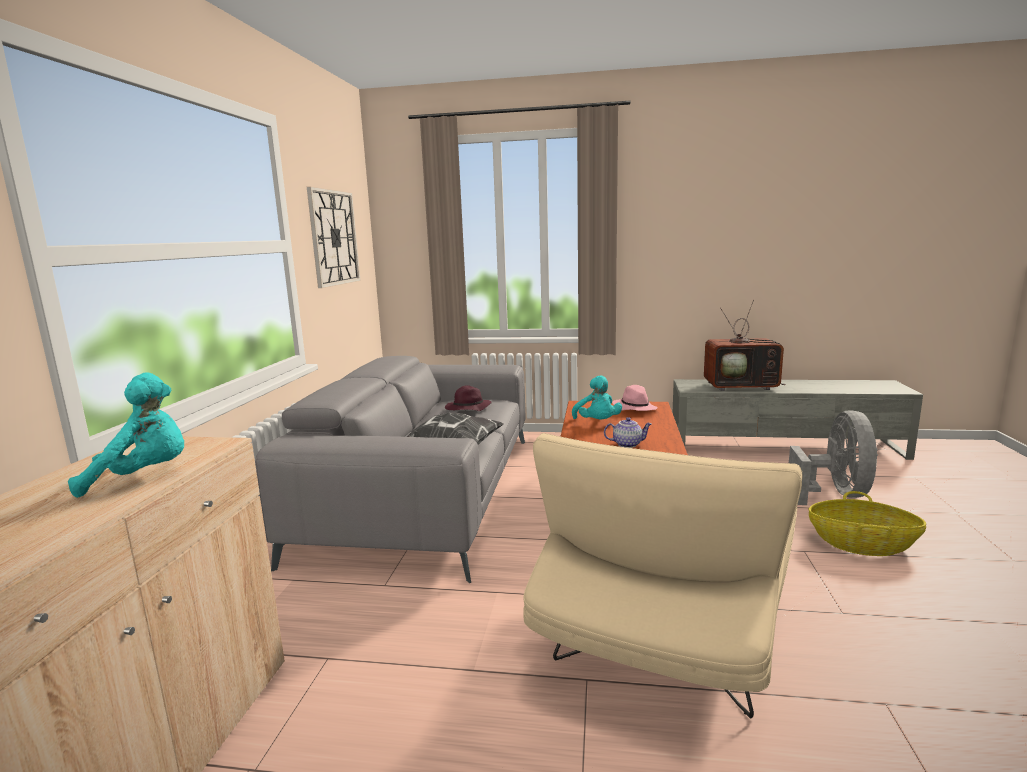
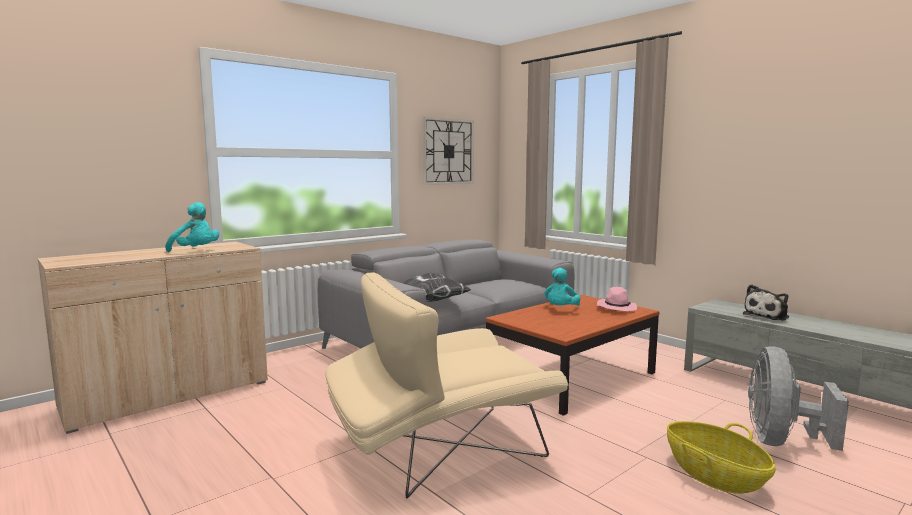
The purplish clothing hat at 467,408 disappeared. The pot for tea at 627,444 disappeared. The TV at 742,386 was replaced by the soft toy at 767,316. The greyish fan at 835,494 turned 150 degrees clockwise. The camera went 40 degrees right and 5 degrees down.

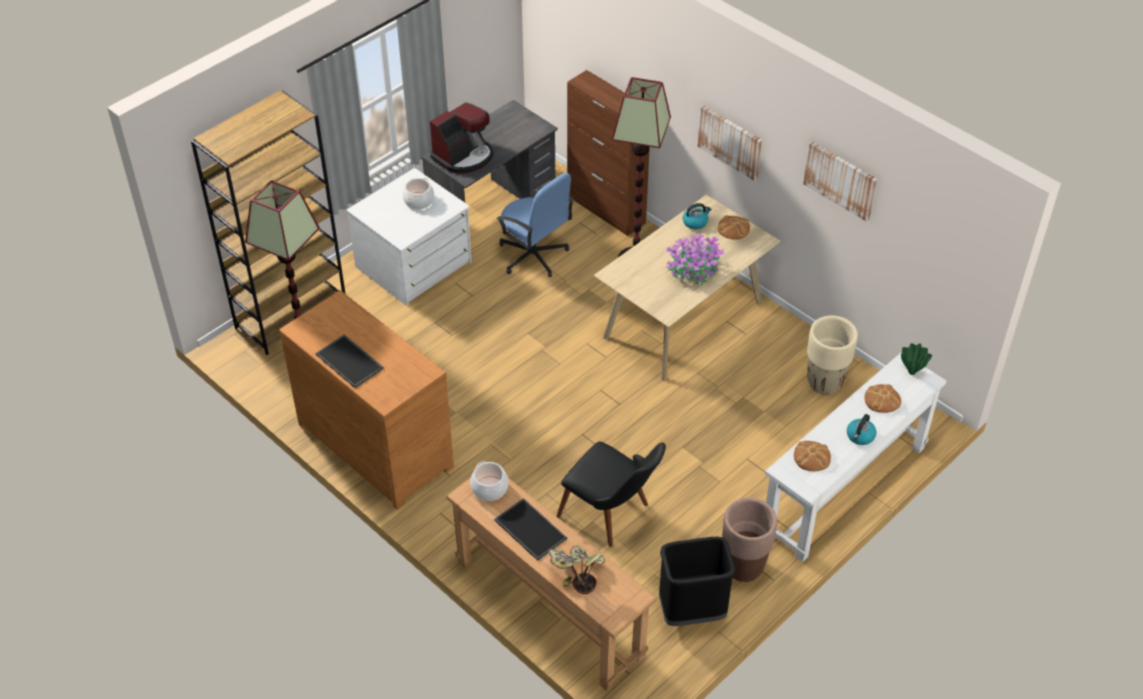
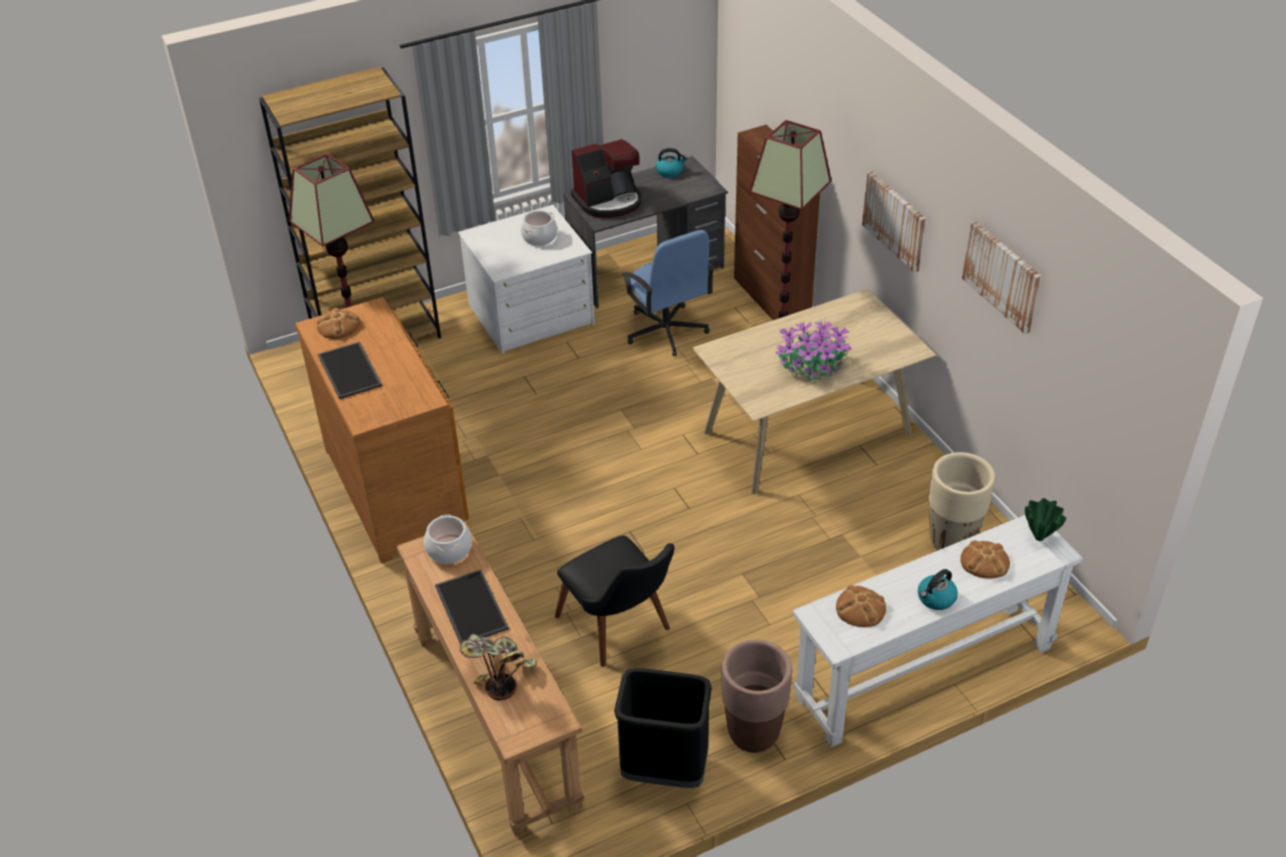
The kettle moved from 695,222 to 670,171. The baked bread moved from 733,228 to 338,326. The camera went 20 degrees right and 5 degrees down.

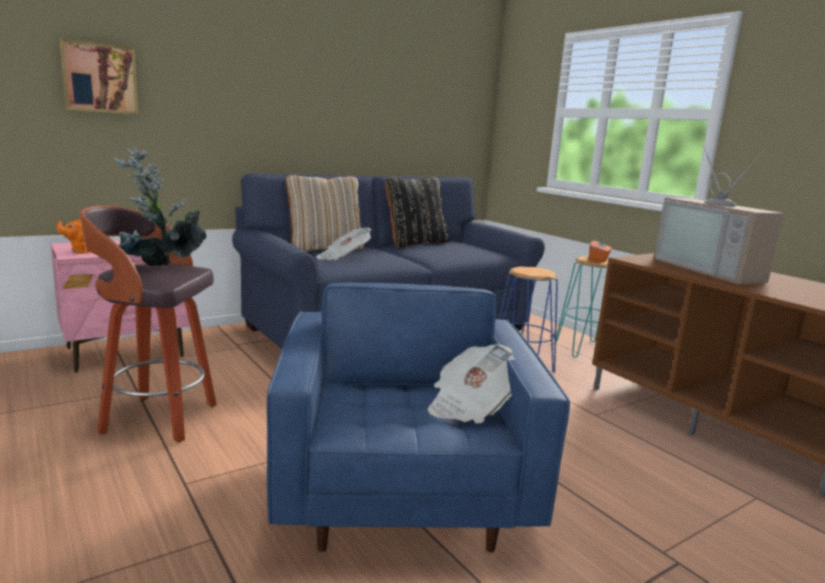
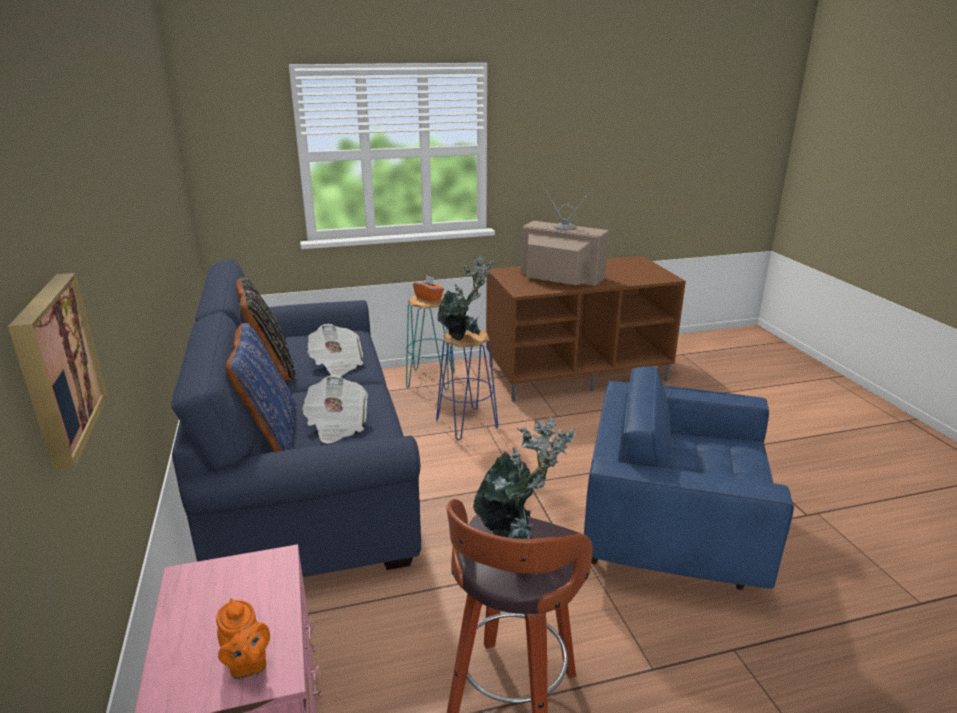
The sand-coloured cushion at 325,248 became the blue cushion at 270,431. The newspaper moved from 471,406 to 337,364. The TV at 713,270 turned 150 degrees counterclockwise. The plant in a pot at 464,337 appeared. The camera went 70 degrees left and 10 degrees up.

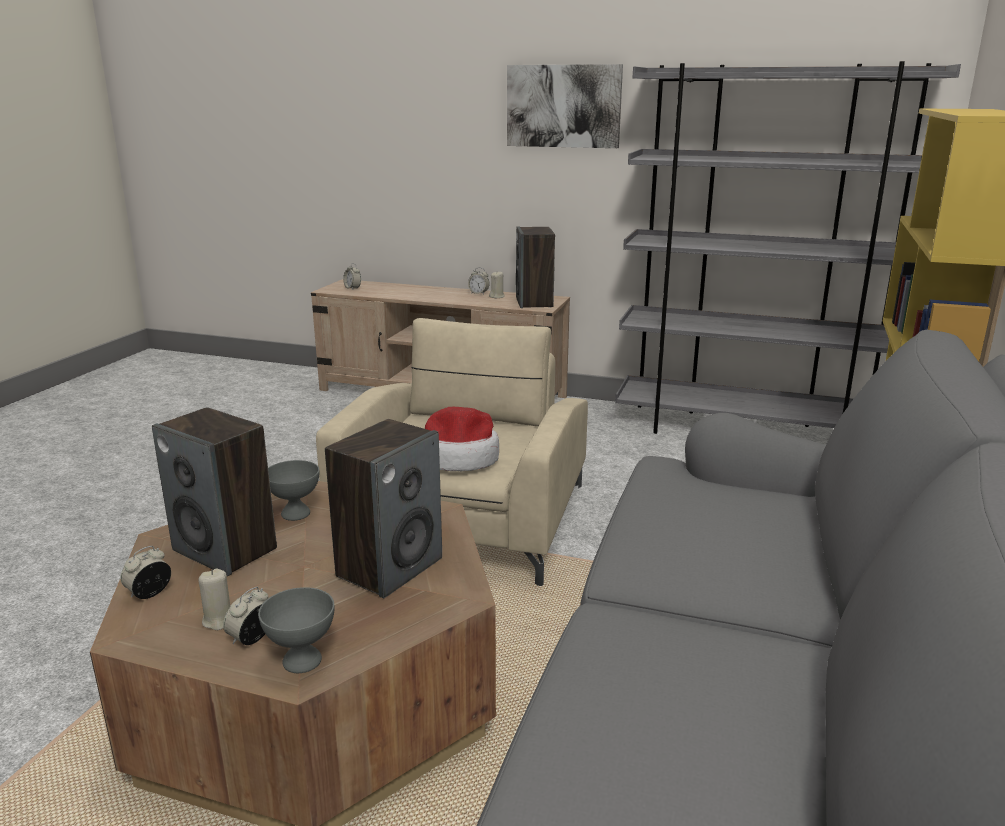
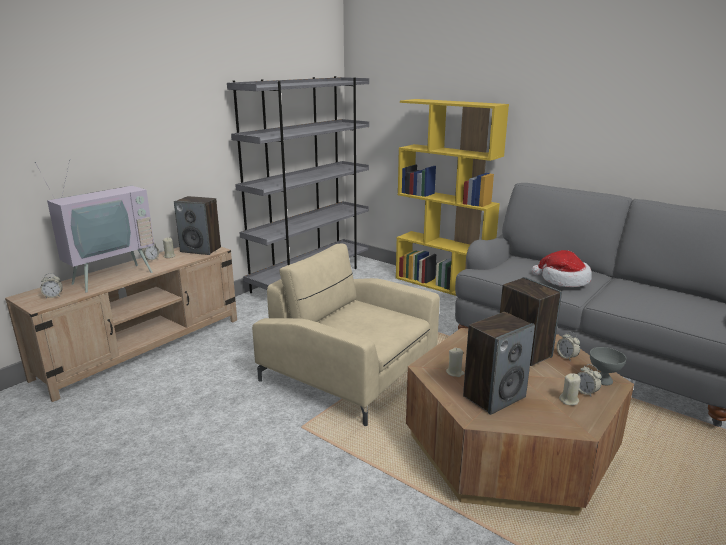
The table clock moved from 149,594 to 566,357. The greyish bowl at 295,513 was replaced by the sand-coloured wax candle at 455,373. The clothing hat moved from 459,458 to 563,280. The wall picture at 563,106 disappeared. The TV at 110,276 appeared. The camera went 70 degrees left and 0 degrees up.

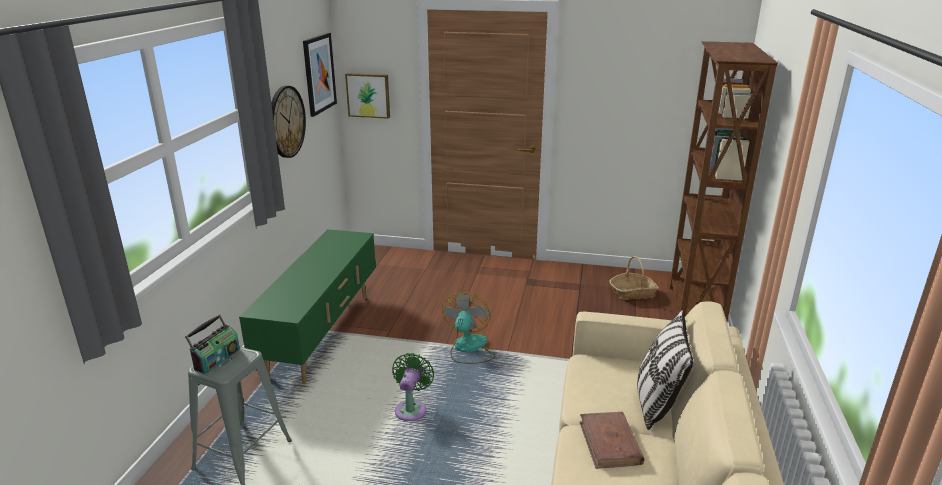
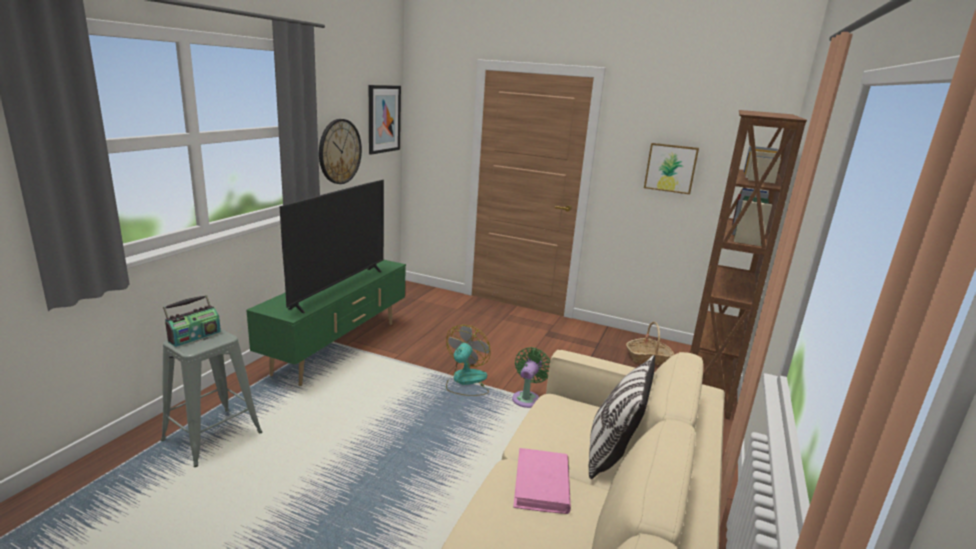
The wall picture moved from 368,95 to 671,168. The green fan moved from 411,408 to 527,398. The brown volume at 610,443 became the pinkish volume at 542,484. The TV at 339,288 appeared. The camera went 10 degrees right and 5 degrees down.

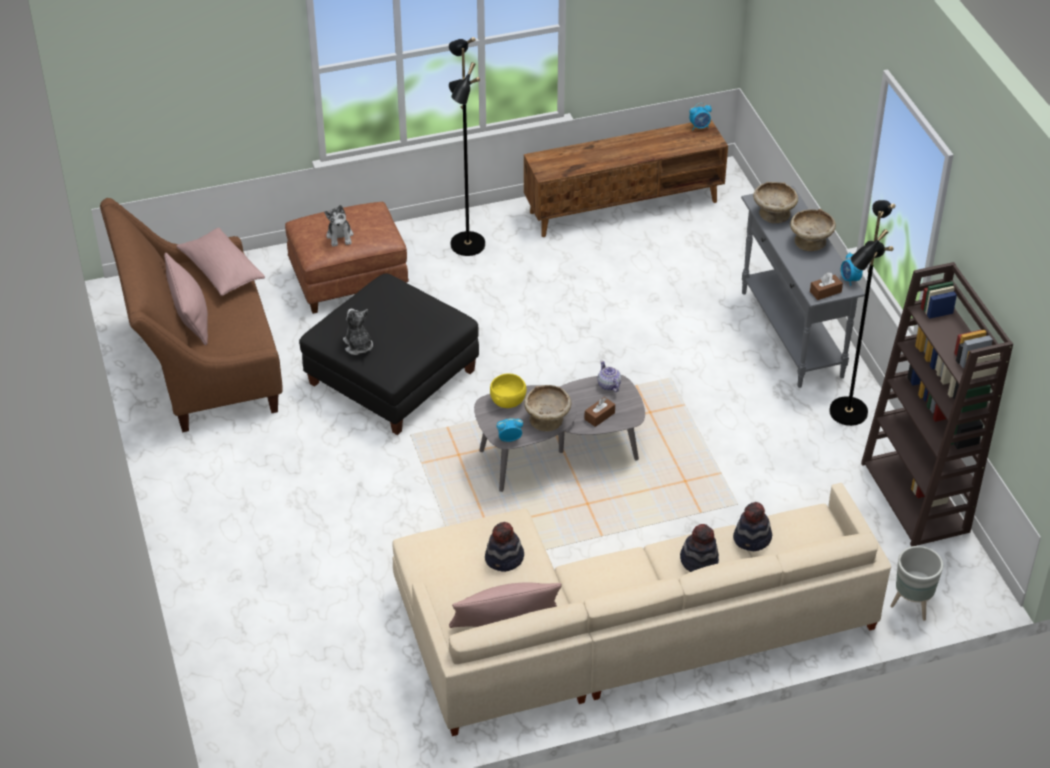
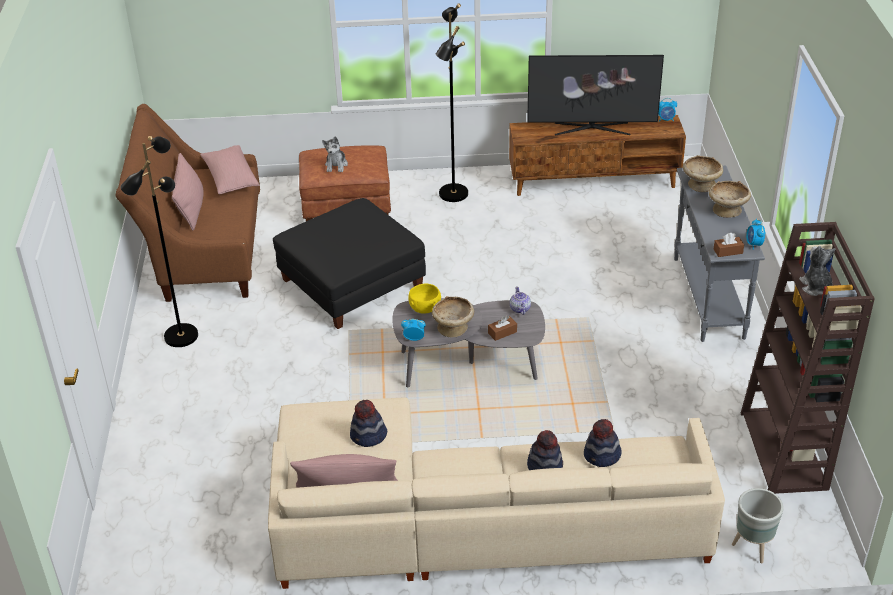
The soft toy moved from 358,346 to 816,287. The black standard lamp moved from 847,411 to 180,335. The TV at 591,128 appeared. The camera went 15 degrees right and 5 degrees down.

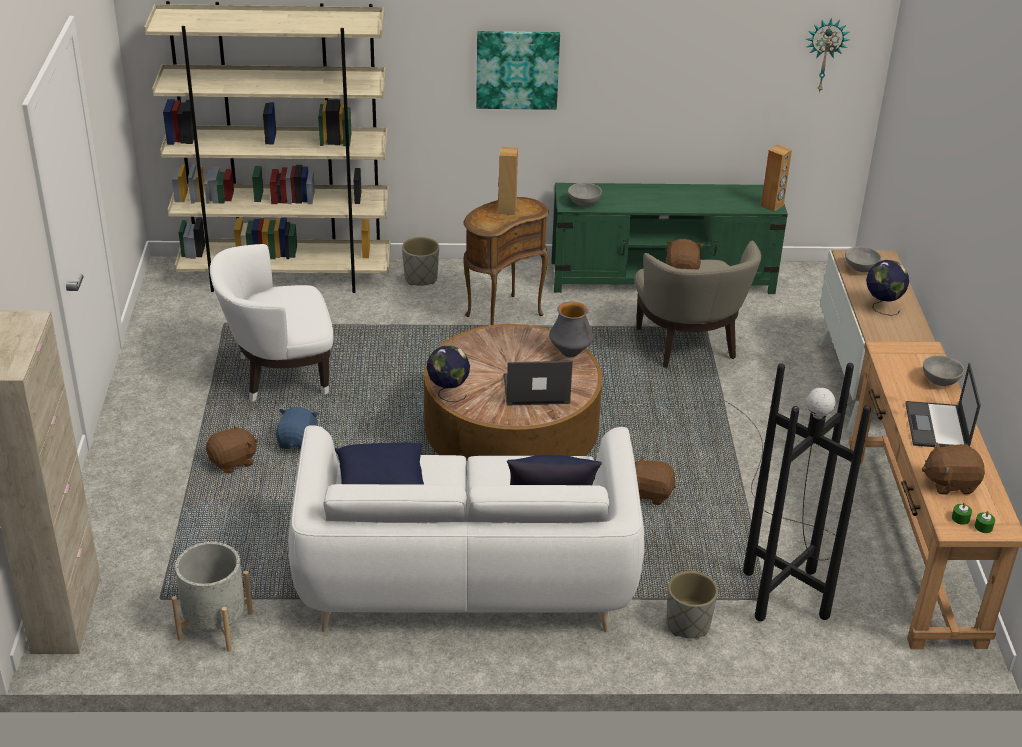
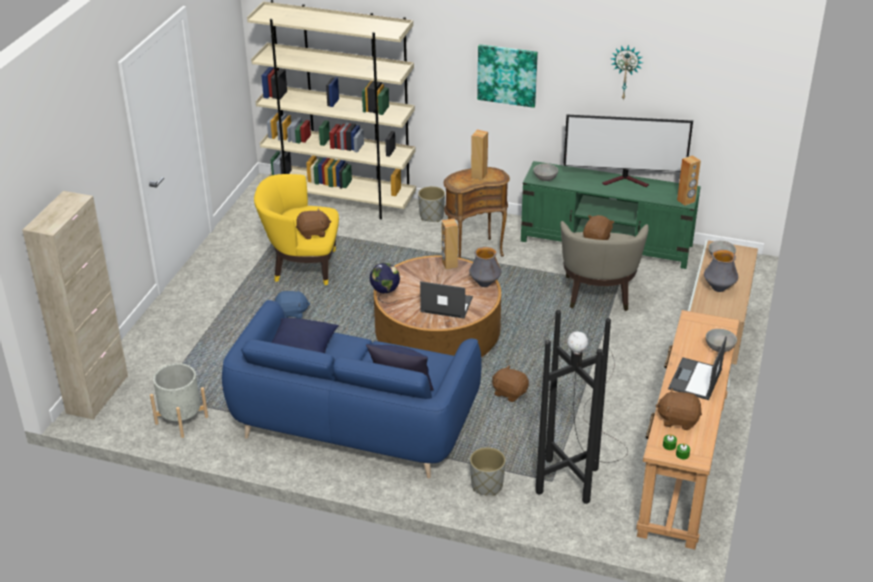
The brown soft toy moved from 233,462 to 313,233. The white-coloured easy chair at 279,374 became the yellow easy chair at 302,266. The blue soft toy at 298,442 turned 60 degrees clockwise. The white-coloured settee at 466,576 became the blue settee at 355,422. The wall clock moved from 824,54 to 626,71. The globe at 882,307 was replaced by the decorative vase at 718,288. The brown loudspeaker at 449,264 appeared. The TV at 626,181 appeared. The camera went 20 degrees right and 0 degrees up.

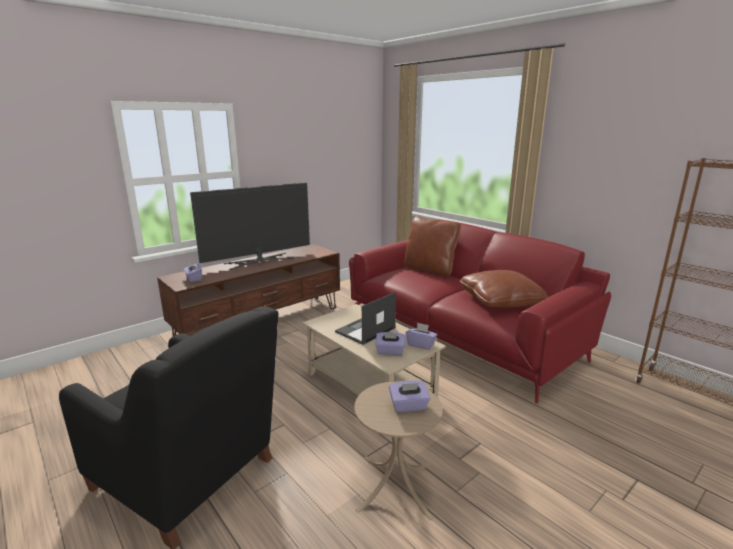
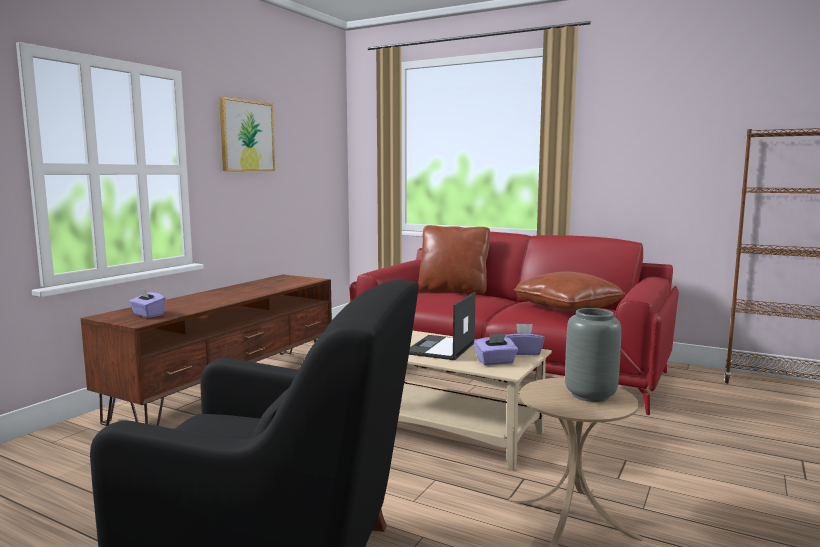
The TV at 259,260 disappeared. The purplish box of tissues at 408,406 was replaced by the greyish decorative vase at 590,395. The wall picture at 247,136 appeared. The camera went 20 degrees left and 10 degrees down.

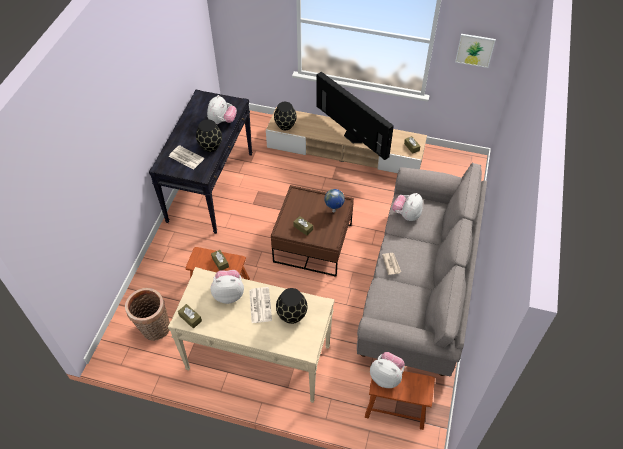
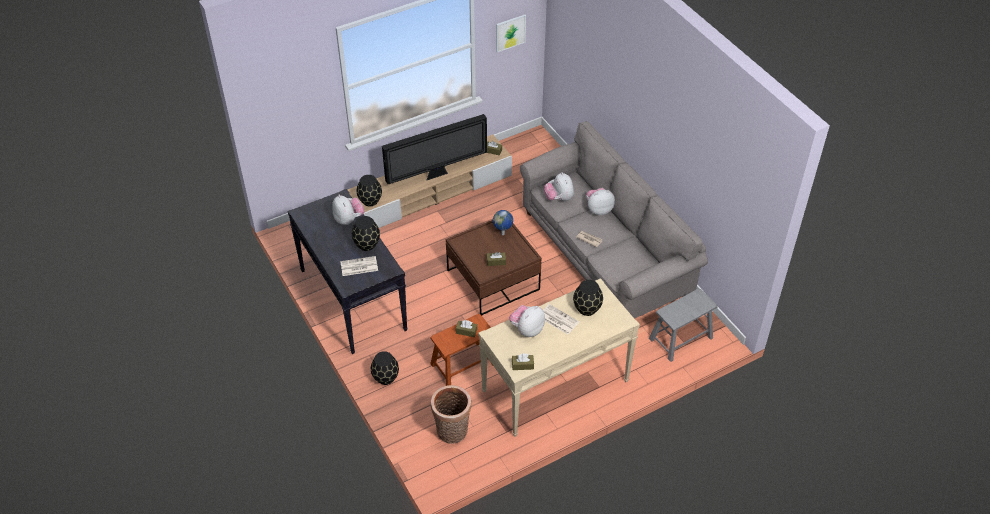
The TV at 351,137 turned 150 degrees clockwise. The brown stool seat at 396,406 became the greyish stool seat at 681,338. The soft toy moved from 386,376 to 598,209. The black decorative vase at 386,377 appeared. The camera went 45 degrees left and 5 degrees down.

